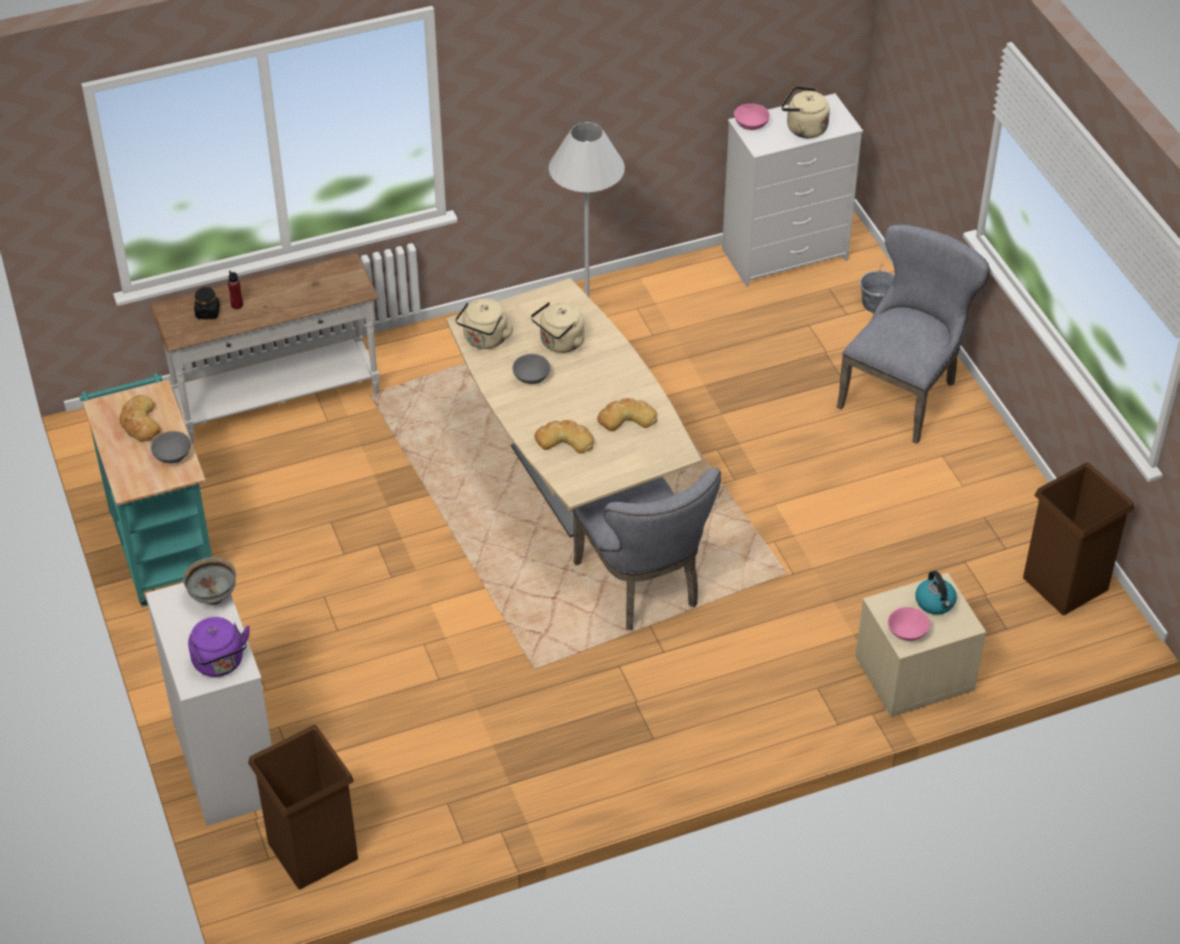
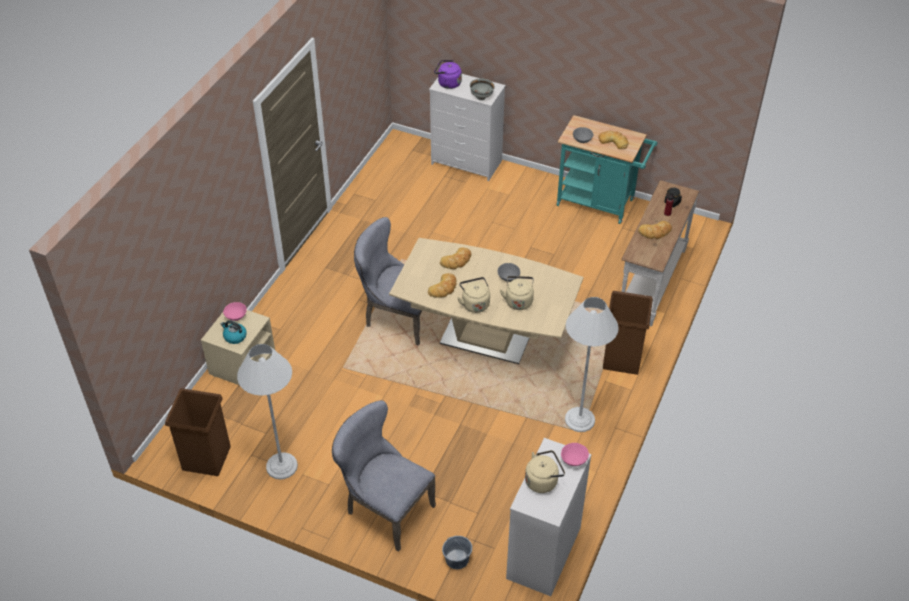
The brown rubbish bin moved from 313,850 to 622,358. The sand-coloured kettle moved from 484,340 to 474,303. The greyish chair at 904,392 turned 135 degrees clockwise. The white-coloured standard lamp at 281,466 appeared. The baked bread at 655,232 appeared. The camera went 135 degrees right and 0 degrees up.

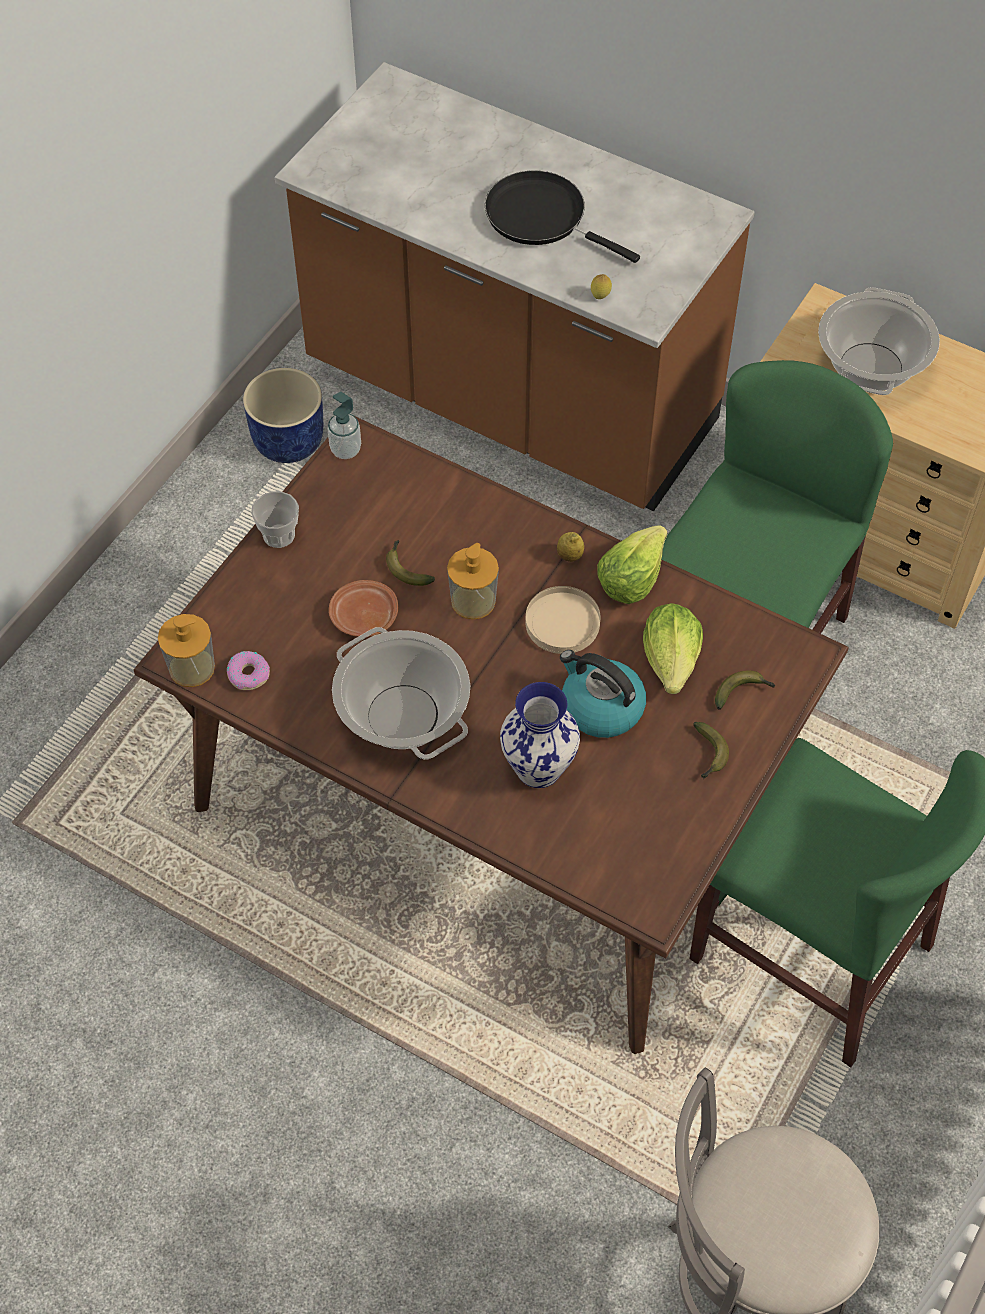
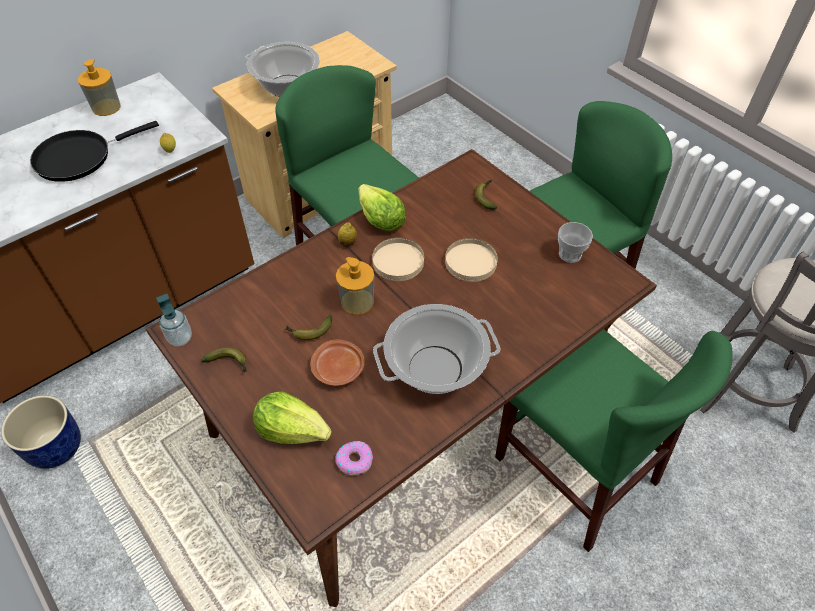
The soap dispenser moved from 192,668 to 106,107. The cup moved from 279,535 to 570,254. The decorative vase at 538,767 disappeared. The kettle at 600,707 was replaced by the sand-coloured dinner plate at 471,262. The head of lettuce moved from 672,660 to 292,429. The banana fruit moved from 708,755 to 229,363. The green chair at 575,469 appeared. The camera went 70 degrees left and 5 degrees down.

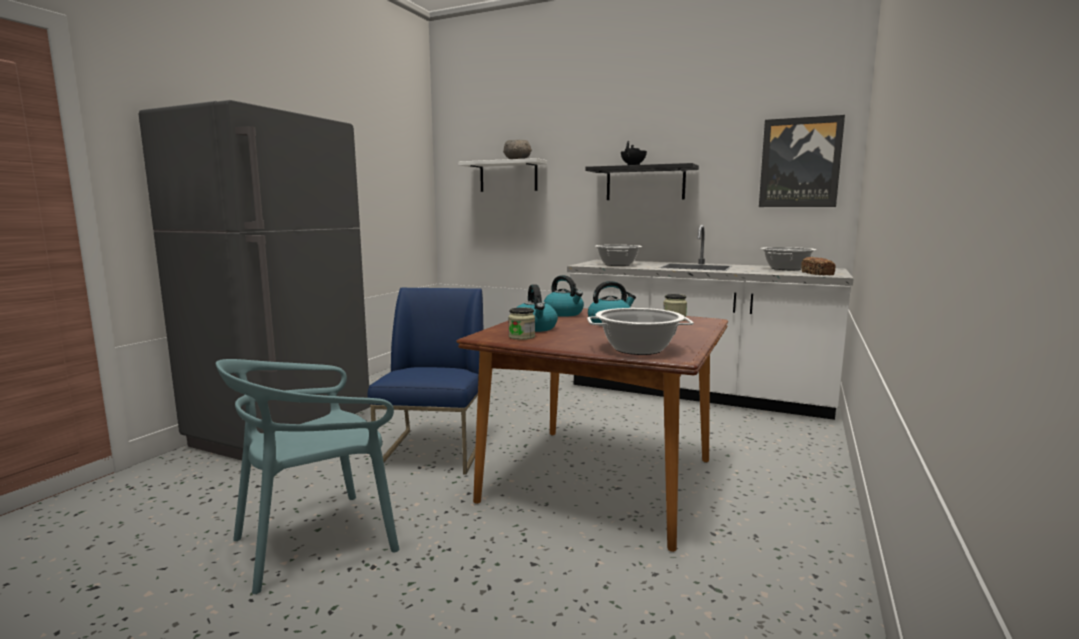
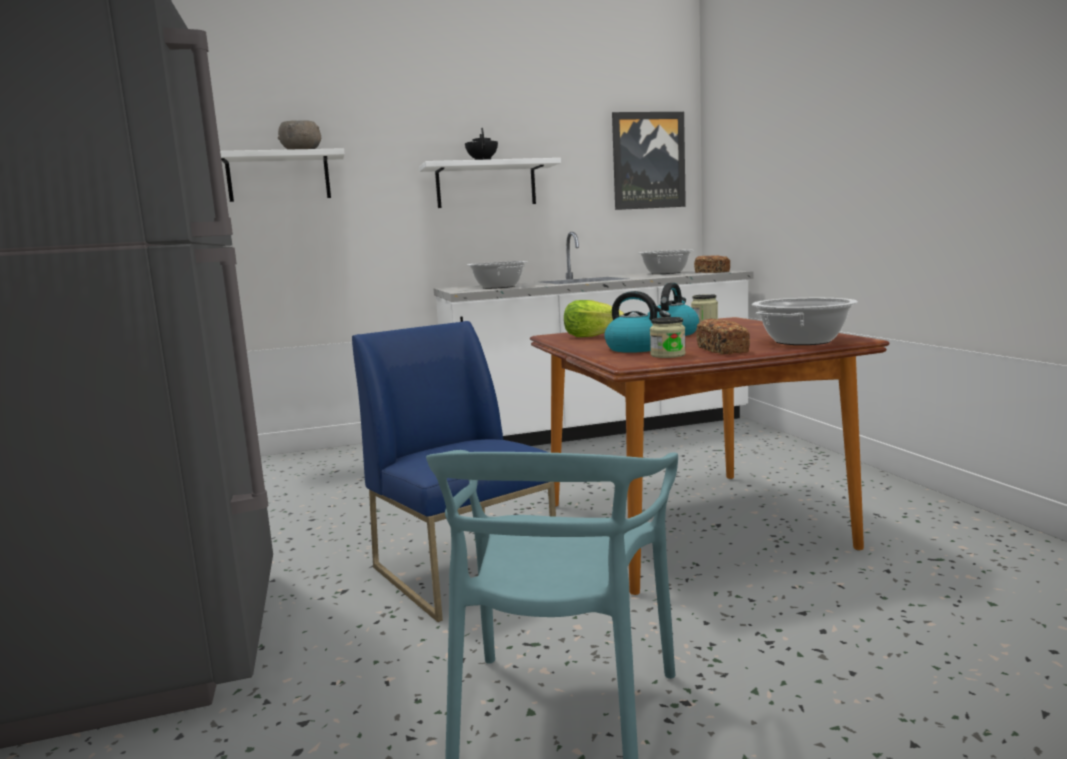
The kettle at 564,313 was replaced by the head of lettuce at 591,336. The black wall shelf at 645,183 became the white-coloured wall shelf at 486,185. The baked bread at 722,350 appeared. The camera went 40 degrees left and 0 degrees up.

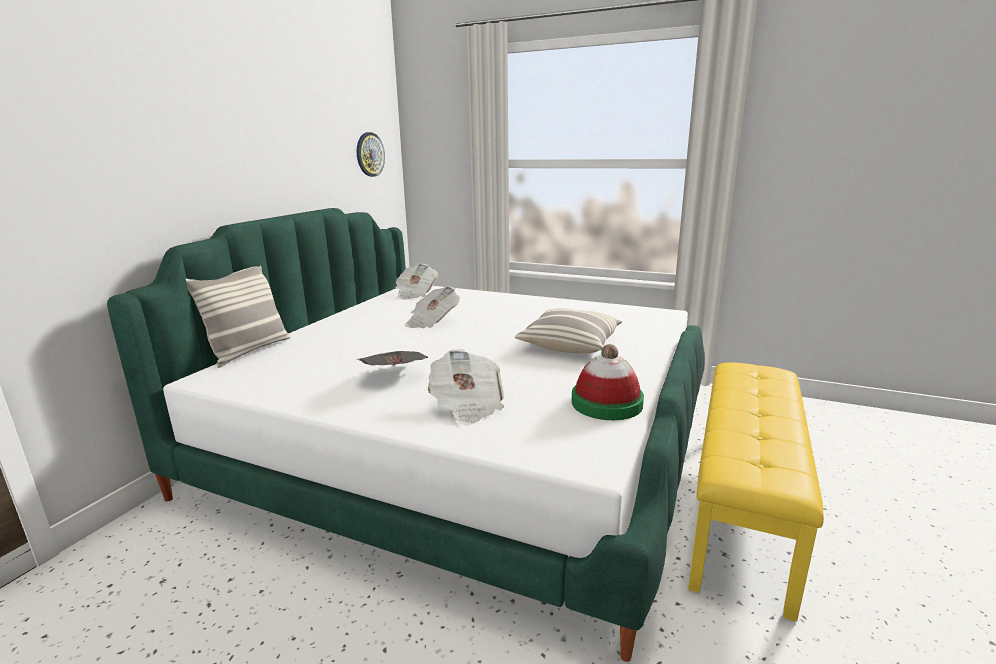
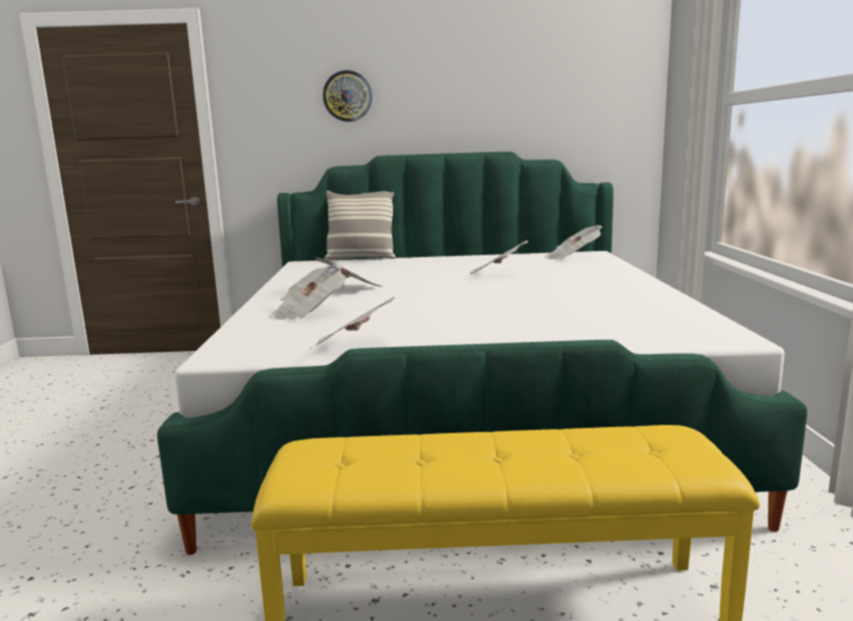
The wall clock moved from 369,154 to 347,96. The cushion at 570,344 disappeared. The clothing hat at 606,403 was replaced by the newspaper at 352,347. The camera went 65 degrees right and 5 degrees down.

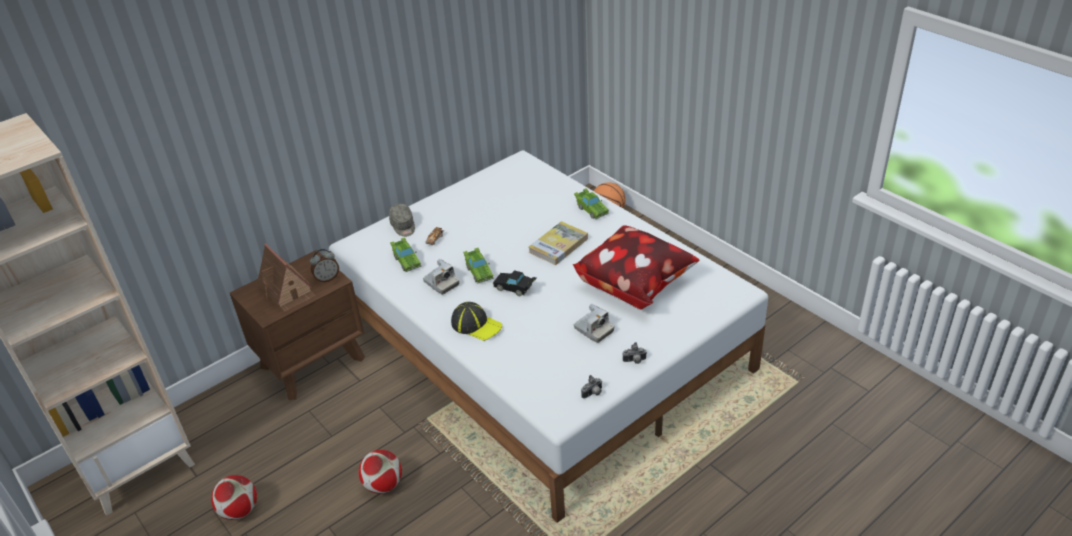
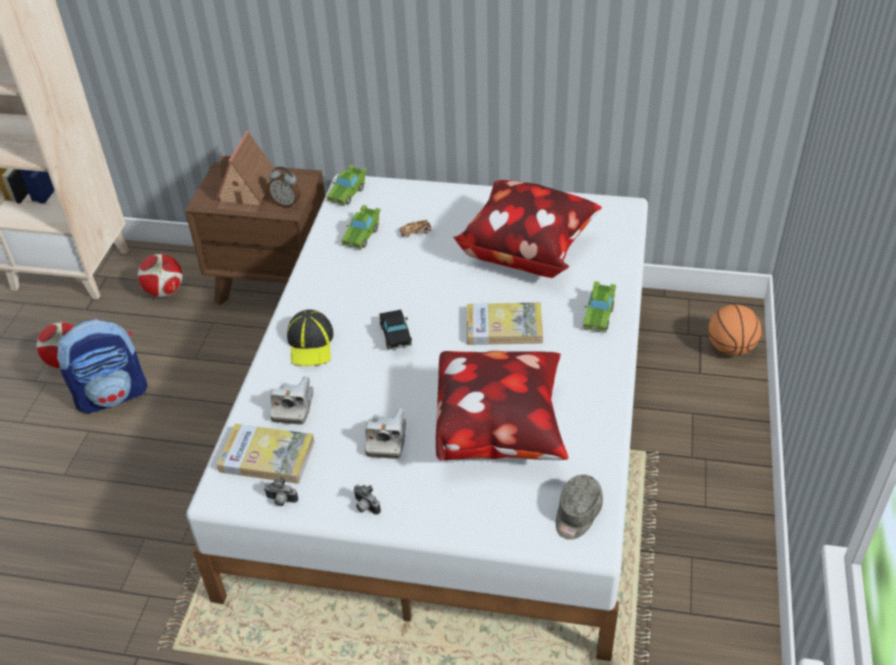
The ball for football moved from 383,485 to 165,291. The greyish baseball cap moved from 403,226 to 577,514. The photo camera moved from 441,283 to 293,407. The green model car moved from 478,271 to 348,193. The rucksack at 113,395 appeared. The volume at 267,456 appeared. The cushion at 526,250 appeared. The camera went 50 degrees right and 5 degrees up.

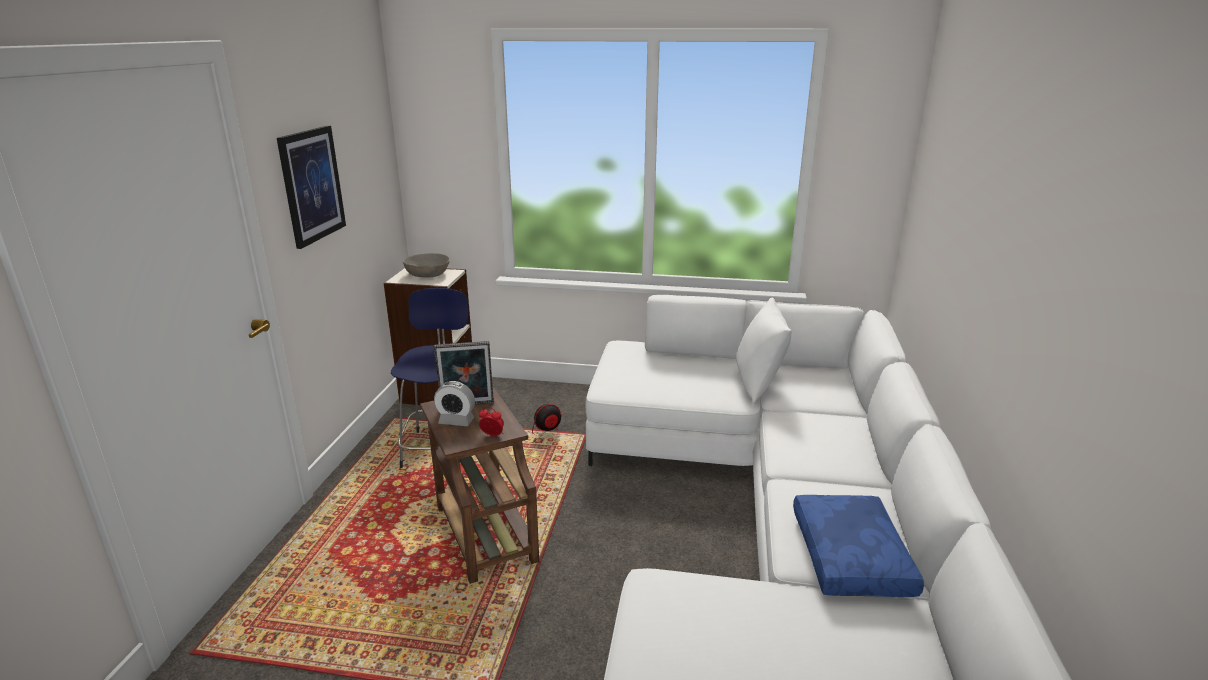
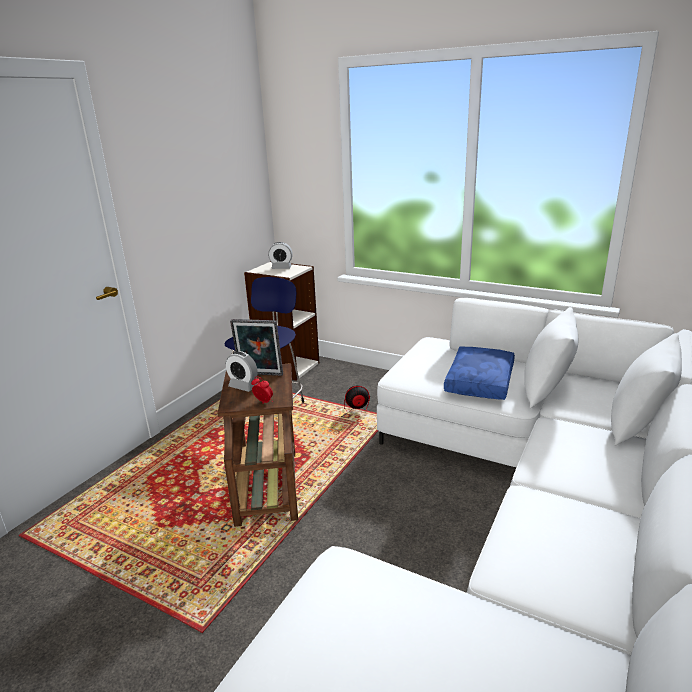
The wall picture at 312,185 disappeared. The greyish bowl at 428,274 was replaced by the table clock at 281,268. The blue cushion moved from 852,557 to 481,382. The white-coloured cushion at 637,427 appeared. The camera went 20 degrees right and 0 degrees up.

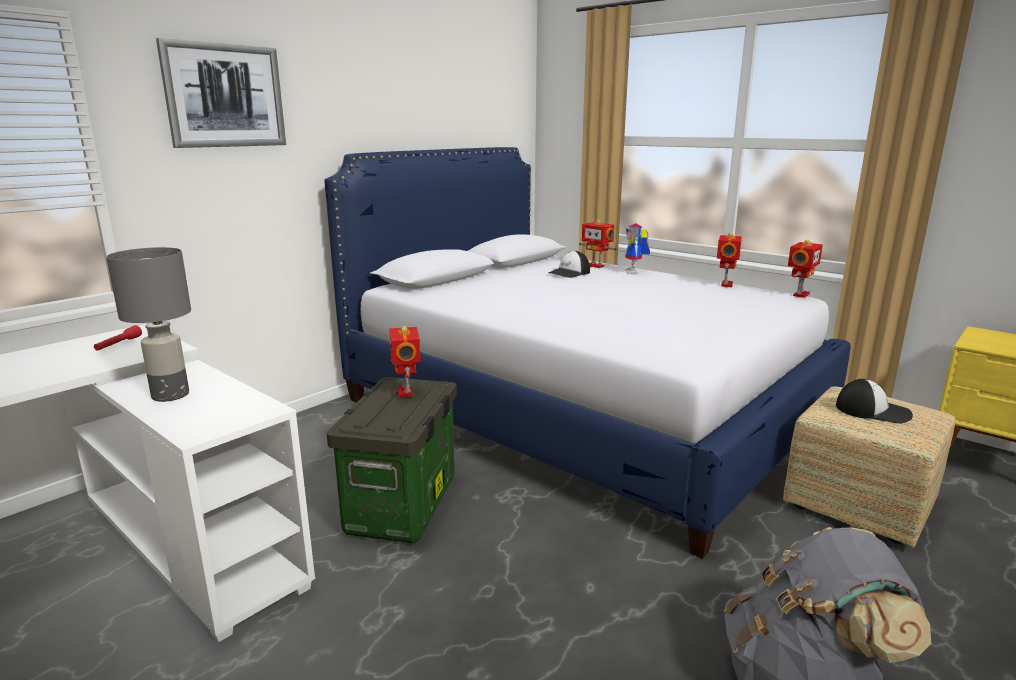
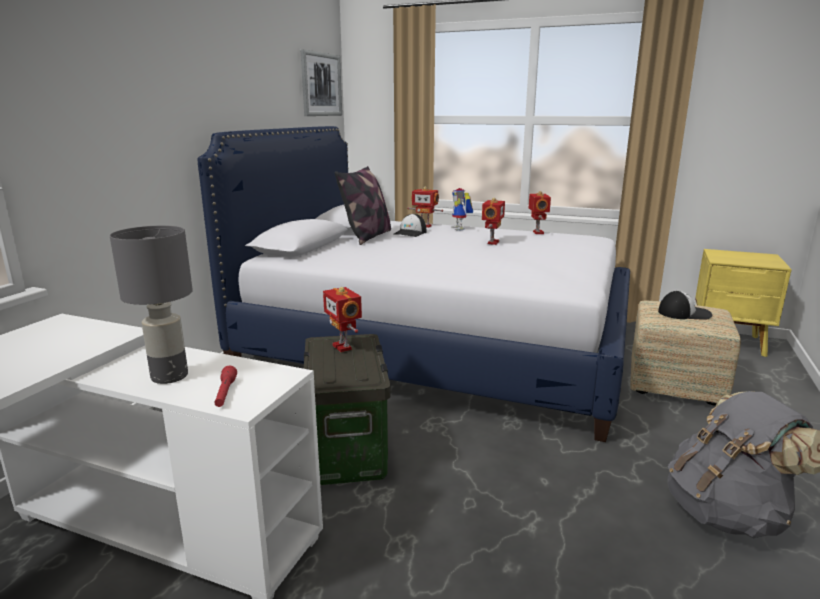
The reddish torch moved from 118,344 to 225,393. The wall picture moved from 225,96 to 321,84. The model robot moved from 799,294 to 492,242. The cushion at 367,236 appeared. The camera went 20 degrees left and 0 degrees up.

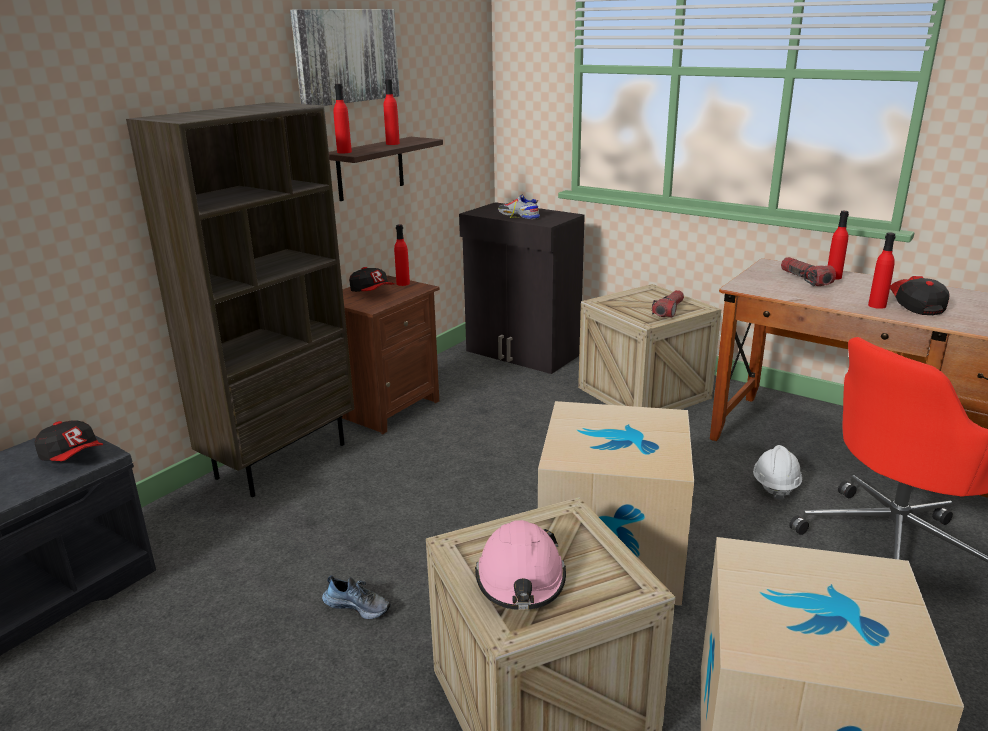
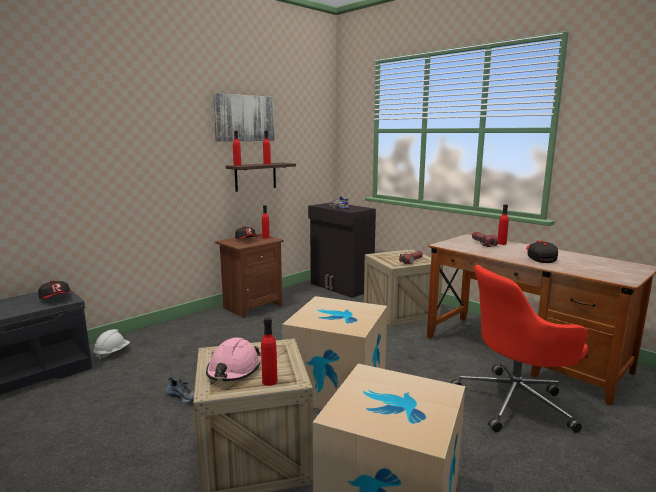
The brown shelving unit at 281,460 disappeared. The white-coloured work helmet moved from 775,485 to 112,353. The reddish beverage bottle moved from 877,305 to 269,381. The camera went 10 degrees right and 10 degrees down.

